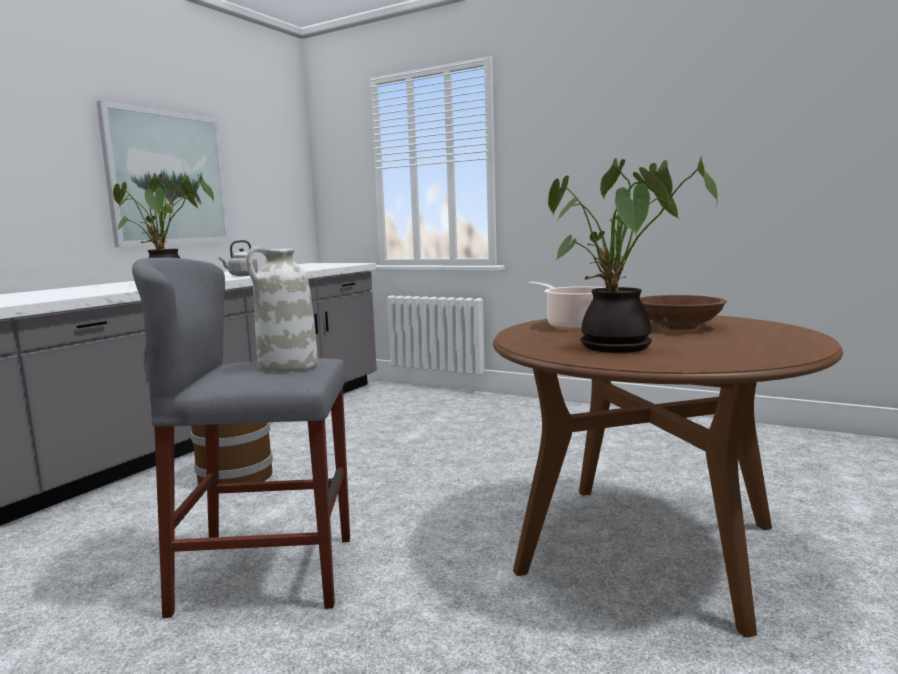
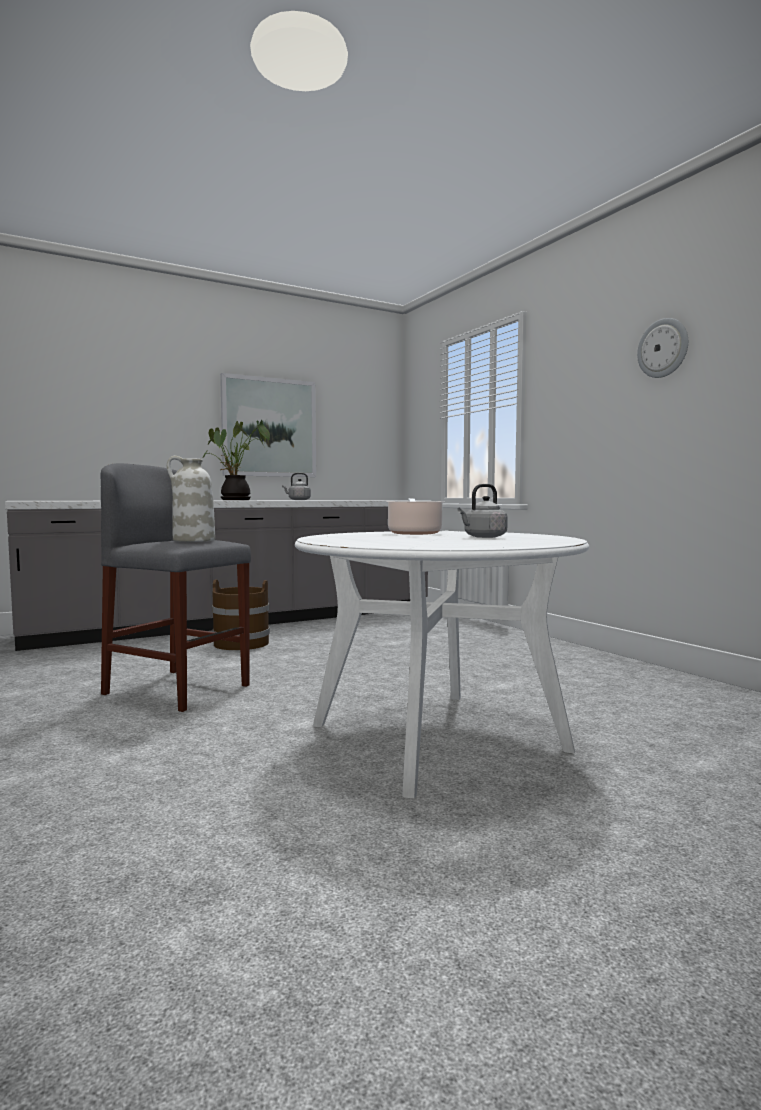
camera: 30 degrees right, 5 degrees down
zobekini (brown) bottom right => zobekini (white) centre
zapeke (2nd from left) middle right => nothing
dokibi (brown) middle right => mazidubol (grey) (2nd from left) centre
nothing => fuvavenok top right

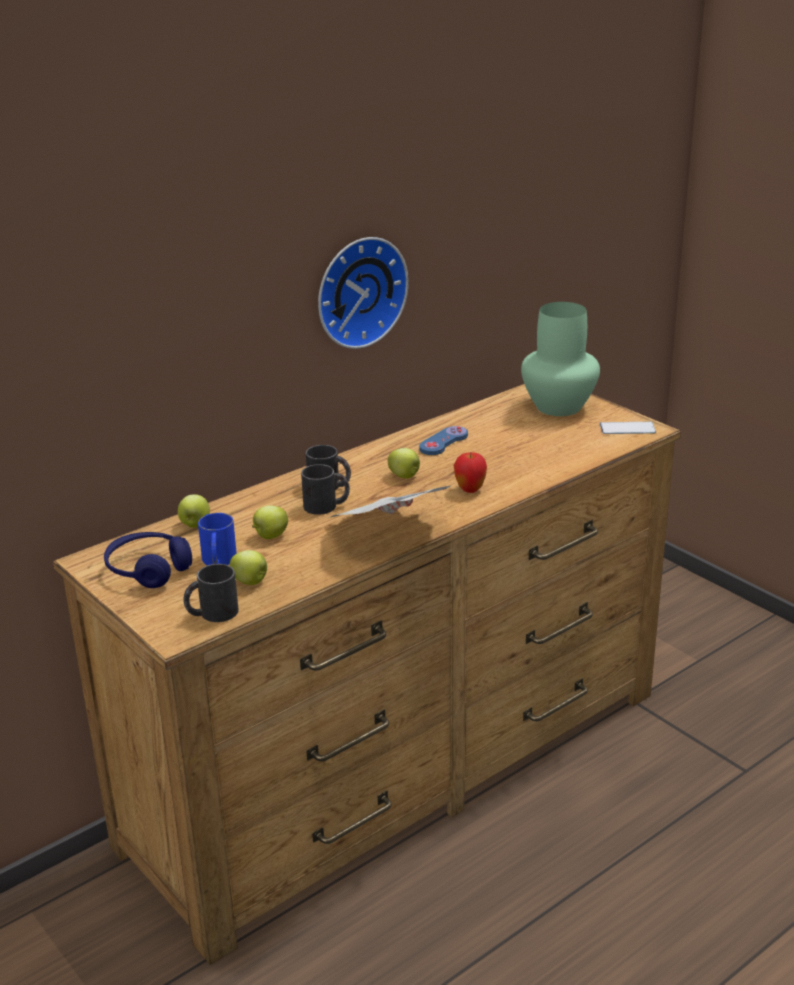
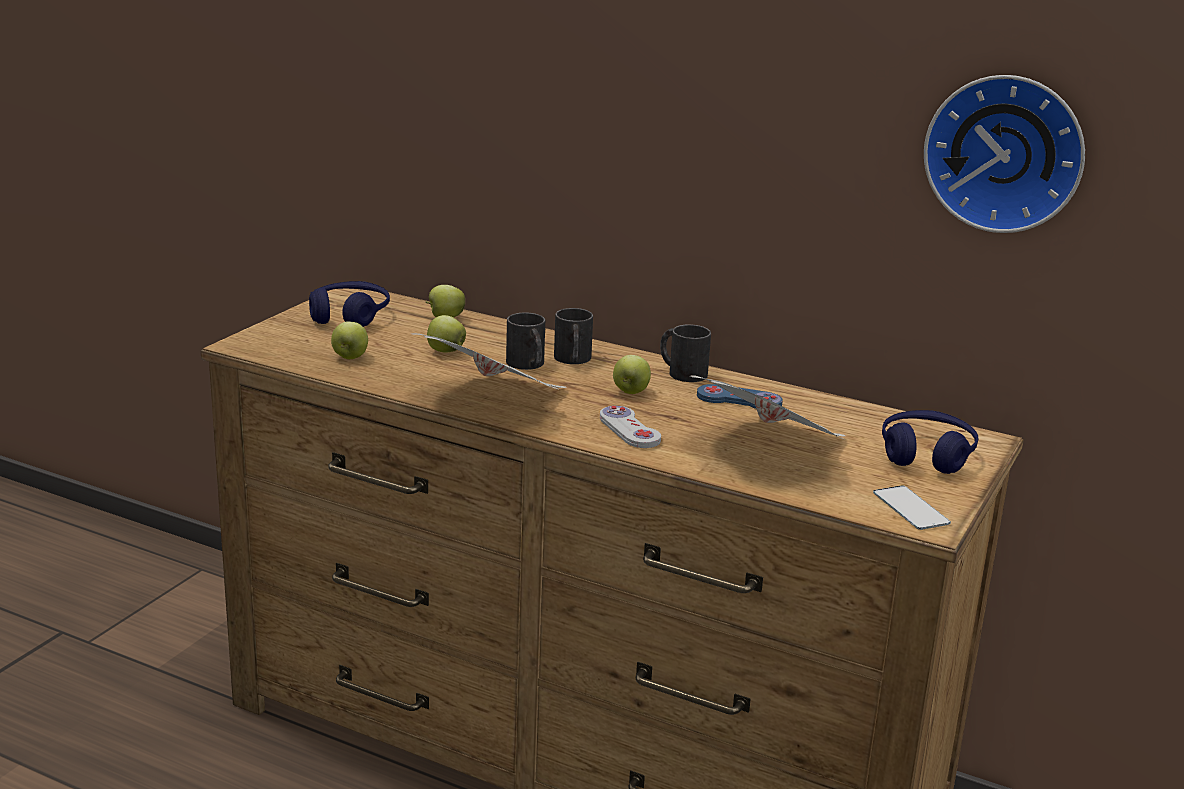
camera: 65 degrees right, 5 degrees down
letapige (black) (1st from left in the first image) middle left => letapige (black) (3rd from left) centre, moved
letapige (blue) middle left => nothing
fuvavenok top centre => fuvavenok top right, moved
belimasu (5th from left) centre => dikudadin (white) centre
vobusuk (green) middle right => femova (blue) (2nd from left) middle right
nothing => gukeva (2nd from left) centre

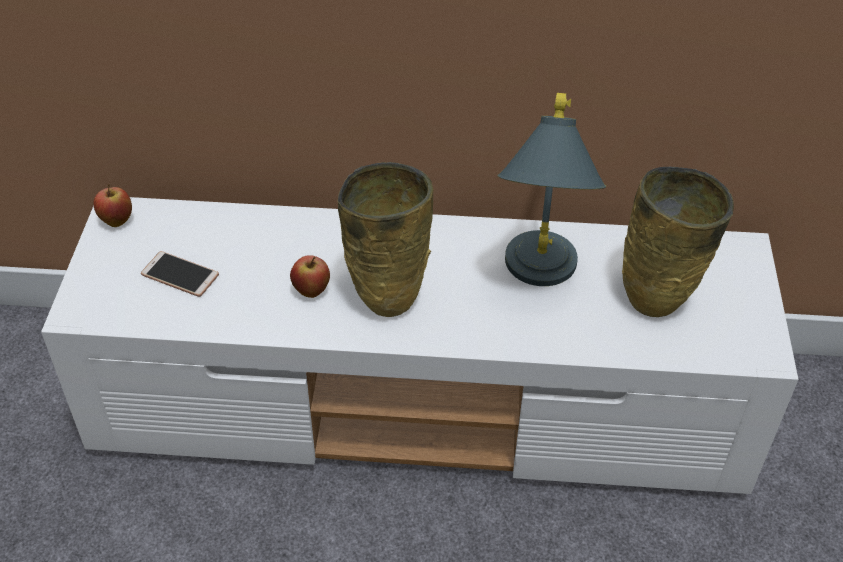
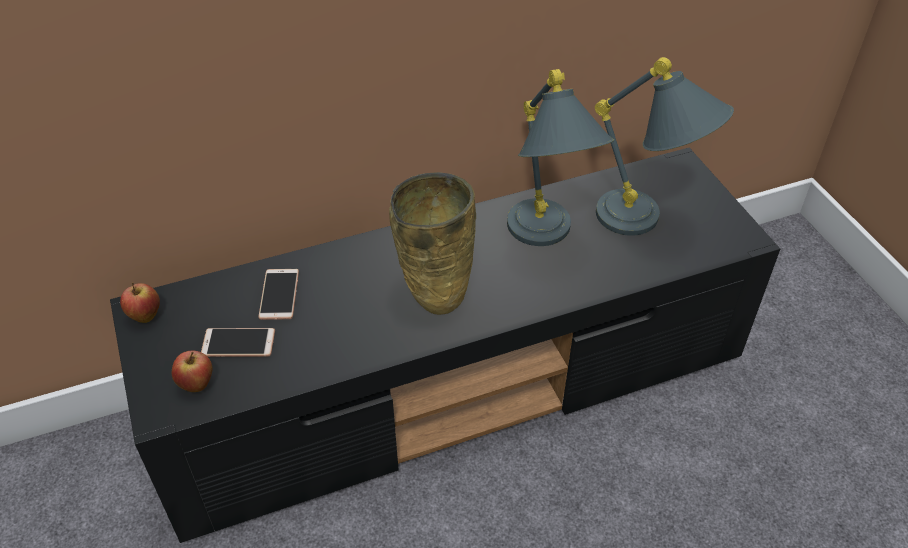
camera: 25 degrees left, 0 degrees up
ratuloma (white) centre => ratuloma (black) centre
belimasu (2nd from left) centre => belimasu (2nd from left) bottom left, moved
vobusuk (beige) (2nd from left) middle right => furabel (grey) (2nd from left) top right
nothing => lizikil (2nd from left) middle left

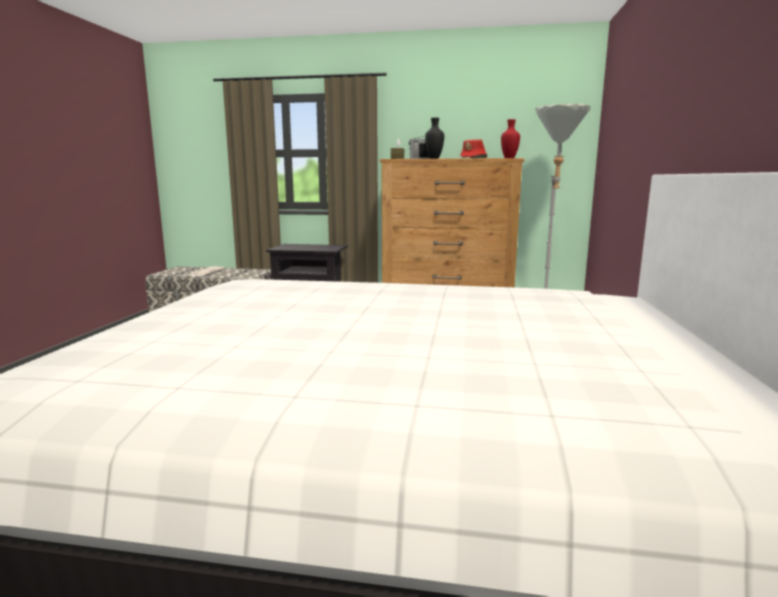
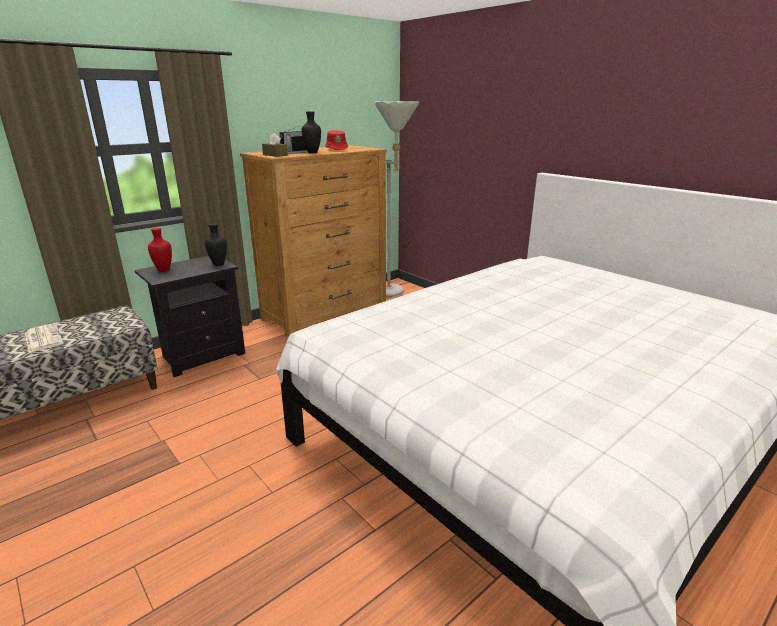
camera: 50 degrees left, 10 degrees up
vobusuk (red) top centre => vobusuk (red) middle left, moved
nothing => vobusuk (black) (1st from left) middle left

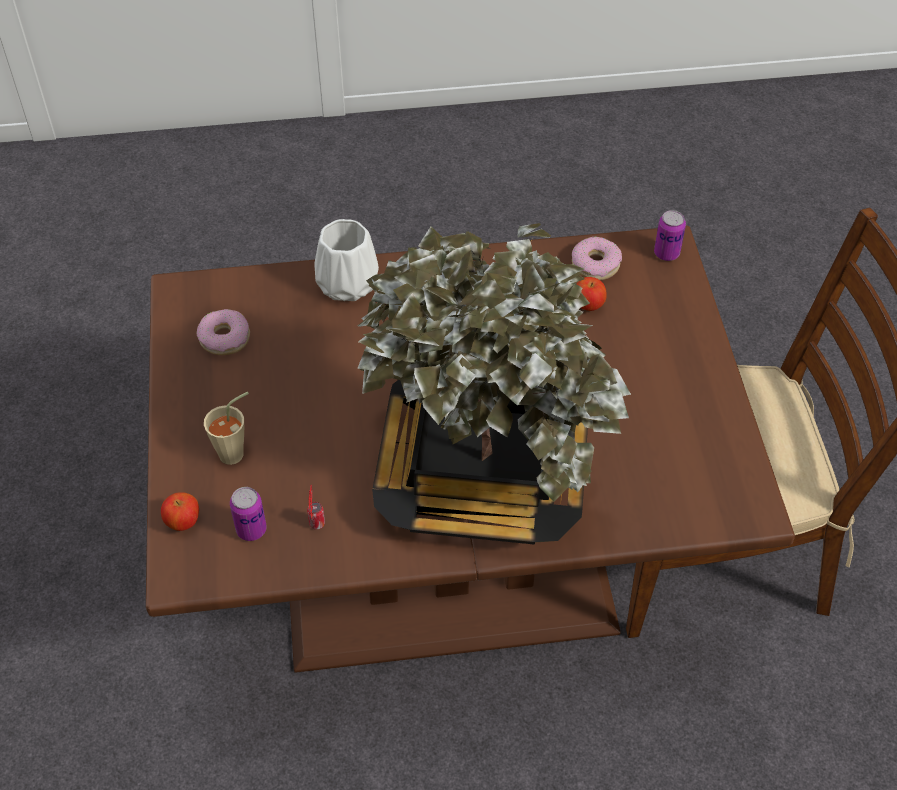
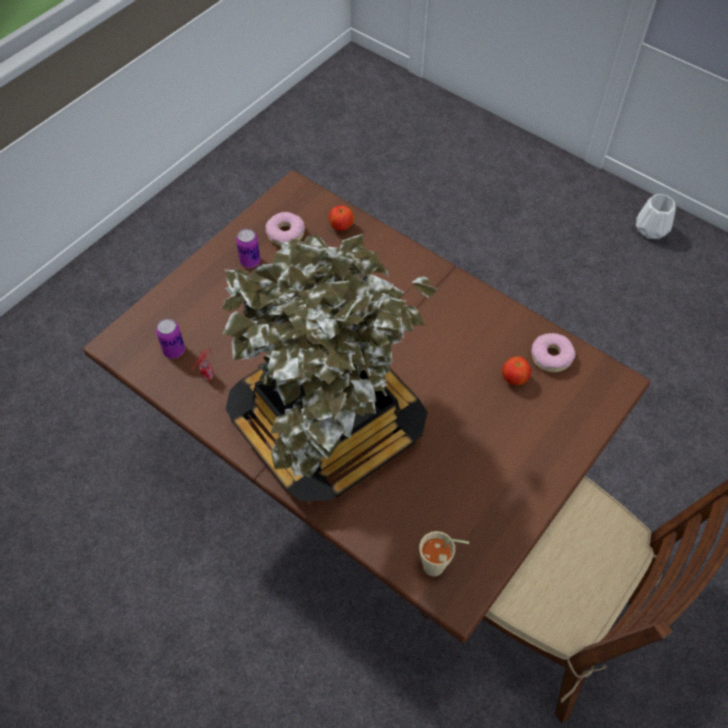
camera: 45 degrees right, 5 degrees up
belimasu (1st from left) middle left => belimasu (1st from left) top centre, moved
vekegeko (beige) middle left => vekegeko (beige) bottom centre, moved
vobusuk (white) top centre => vobusuk (white) top right, moved
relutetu (3rd from left) top right => relutetu (3rd from left) centre, moved

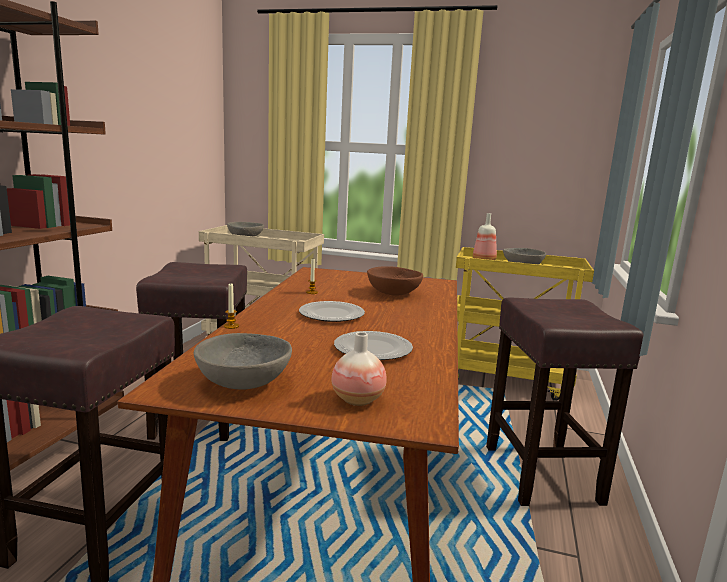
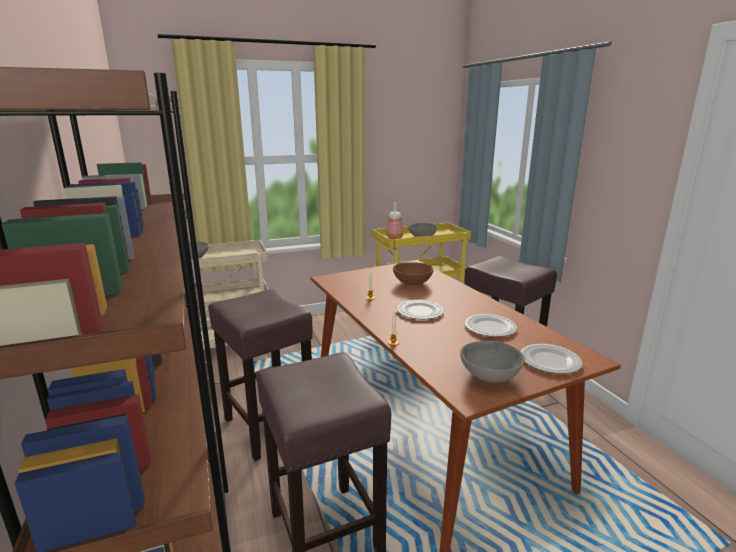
camera: 35 degrees left, 5 degrees up
vobusuk centre => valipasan (3rd from left) middle right

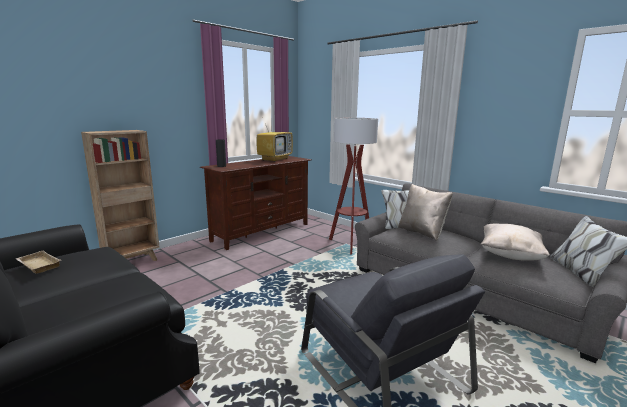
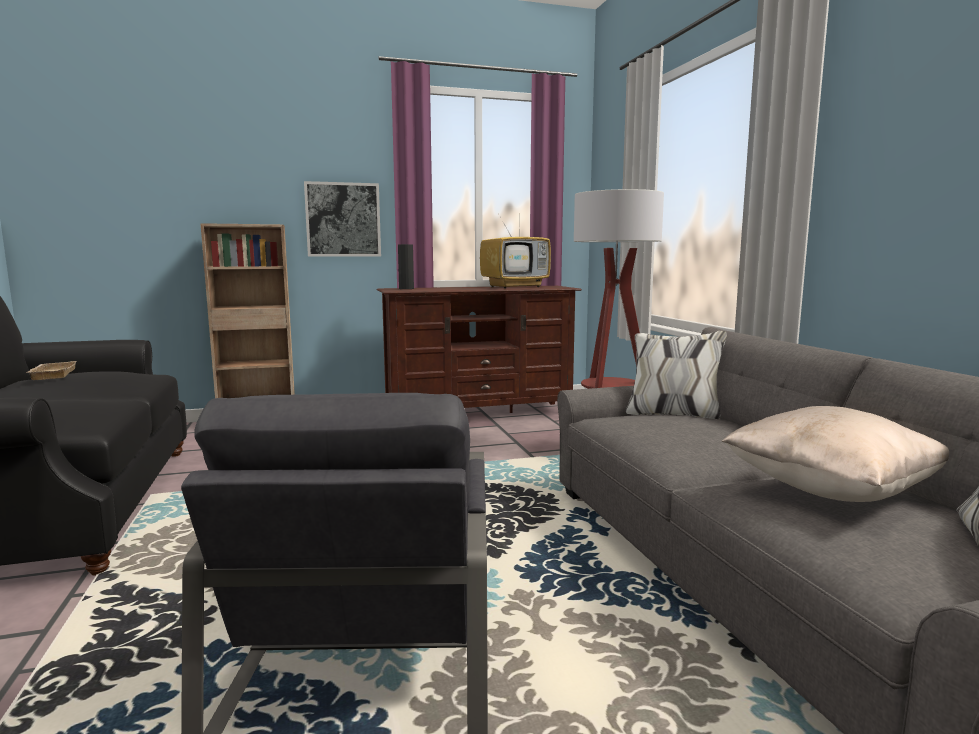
camera: 30 degrees right, 5 degrees down
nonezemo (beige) (1st from left) middle right => nothing
nothing => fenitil top centre

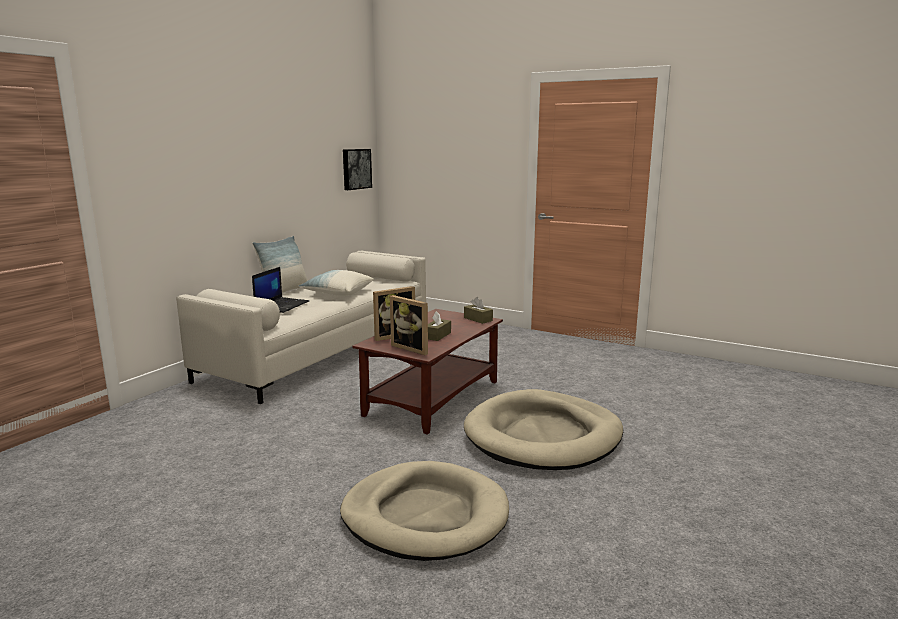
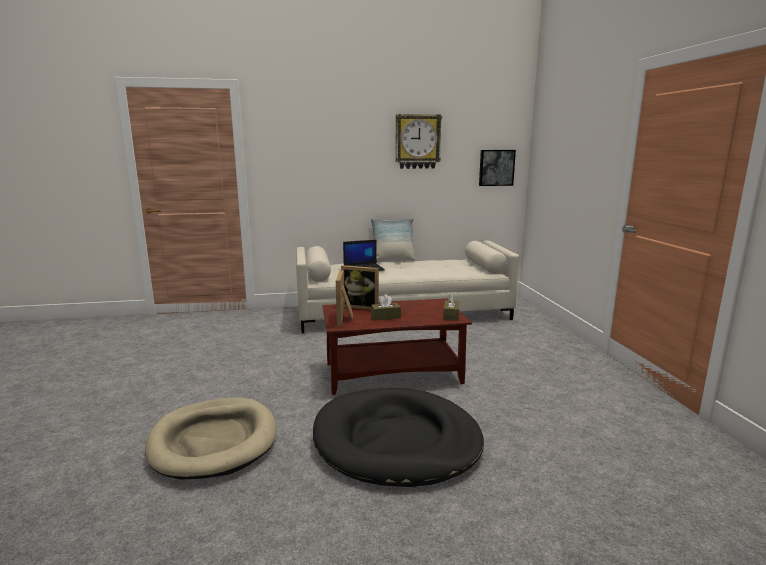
camera: 50 degrees right, 0 degrees up
nonezemo (2nd from left) centre => nothing
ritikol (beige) (2nd from left) bottom centre => ritikol (black) bottom centre
nothing => fuvavenok top centre

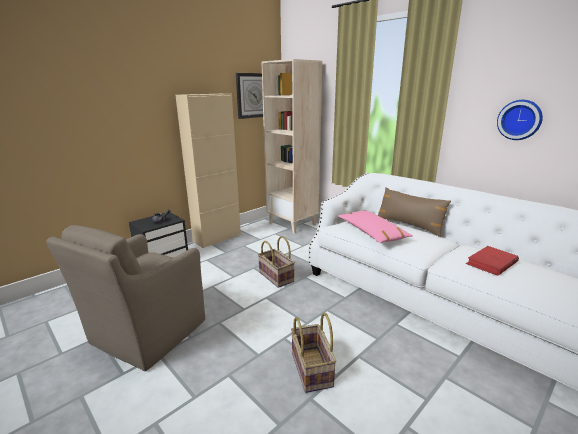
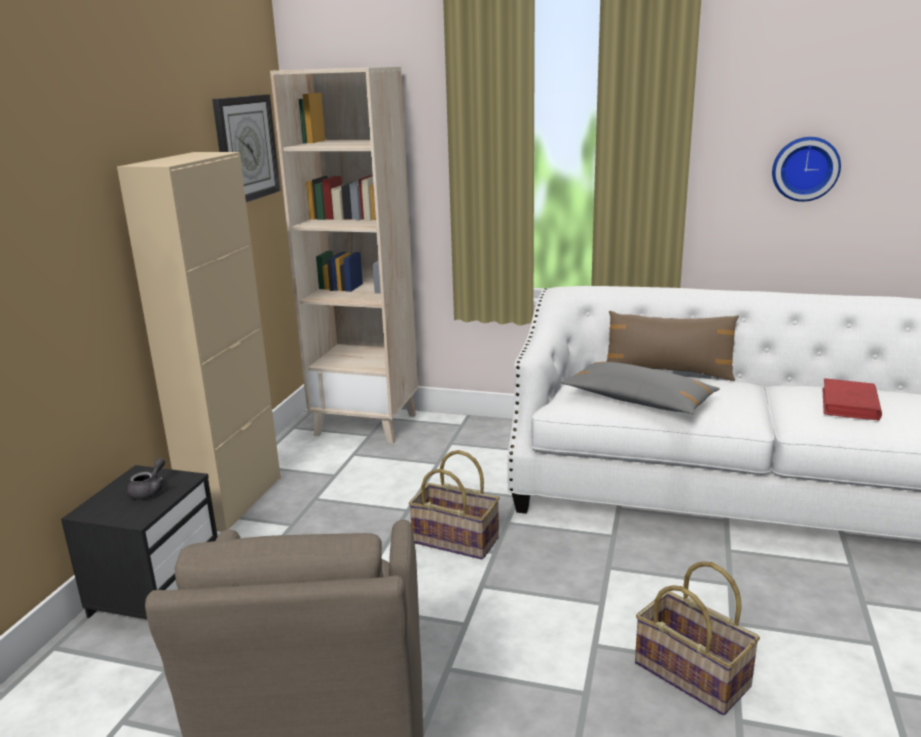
camera: 30 degrees left, 0 degrees up
nonezemo (pink) centre => nonezemo (grey) middle right

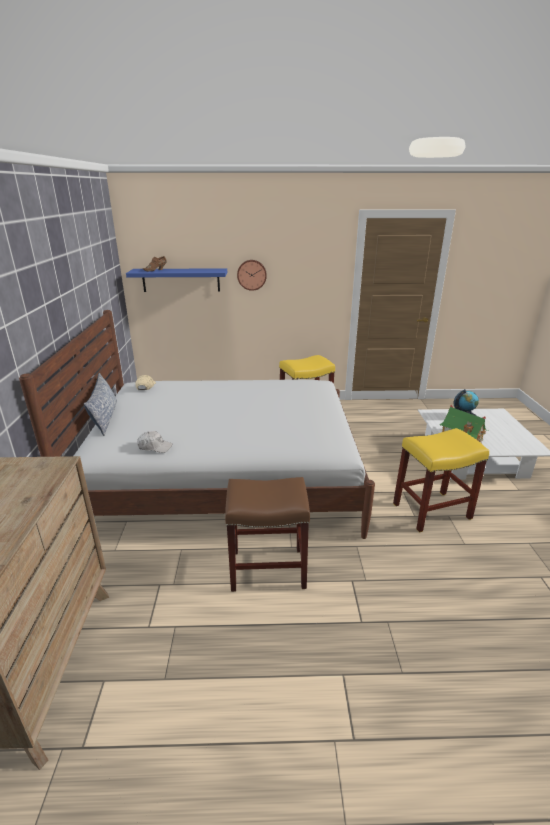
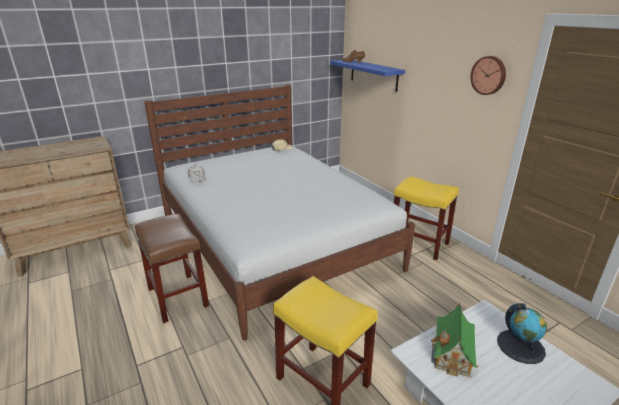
camera: 60 degrees right, 0 degrees up
nonezemo middle left => nothing
fuvavenok centre => fuvavenok top right, moved

